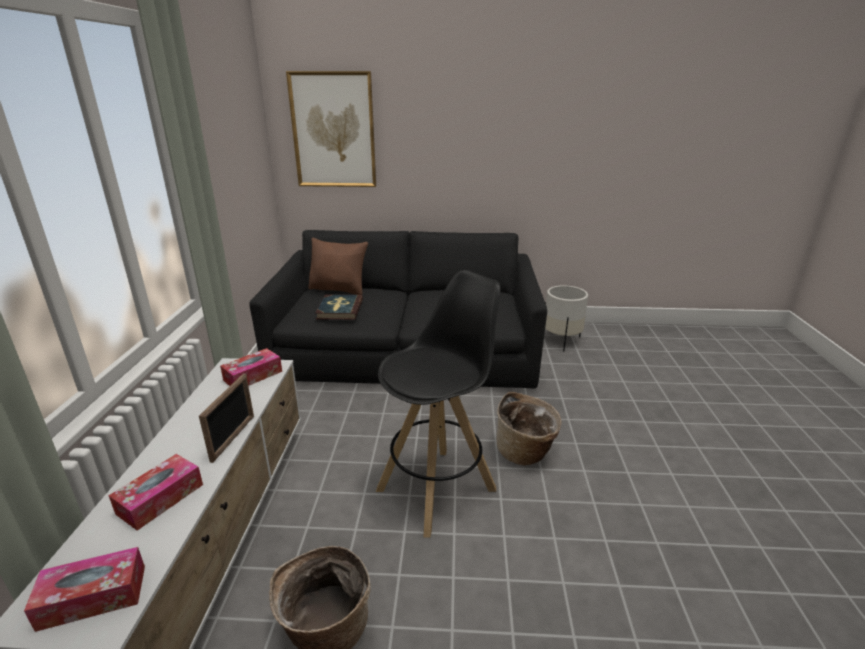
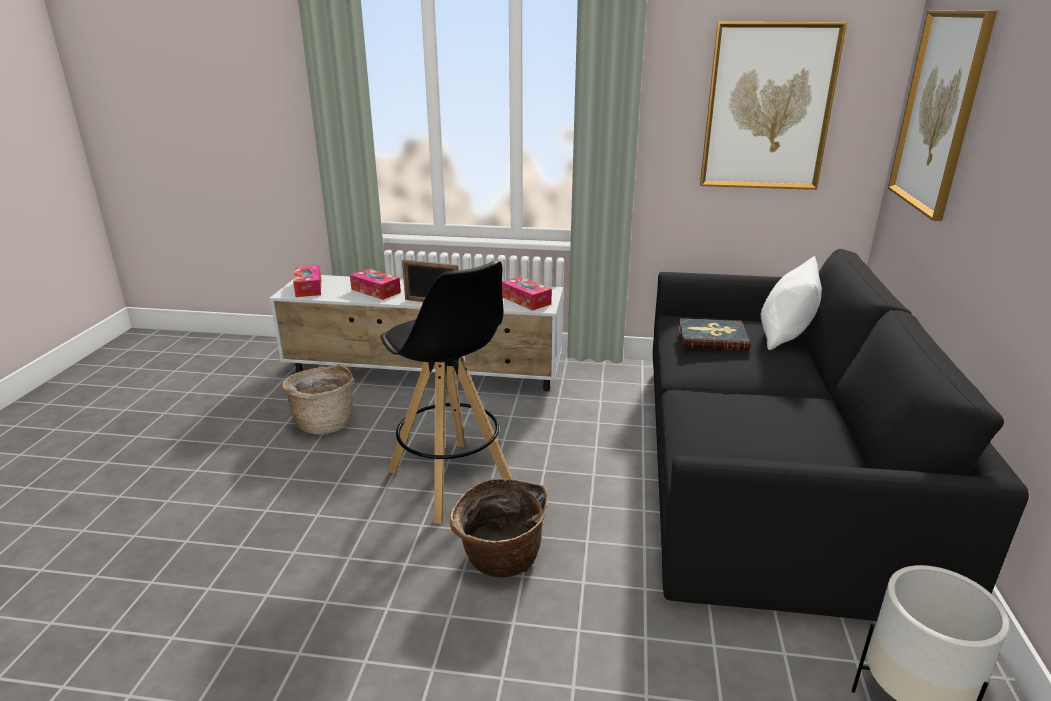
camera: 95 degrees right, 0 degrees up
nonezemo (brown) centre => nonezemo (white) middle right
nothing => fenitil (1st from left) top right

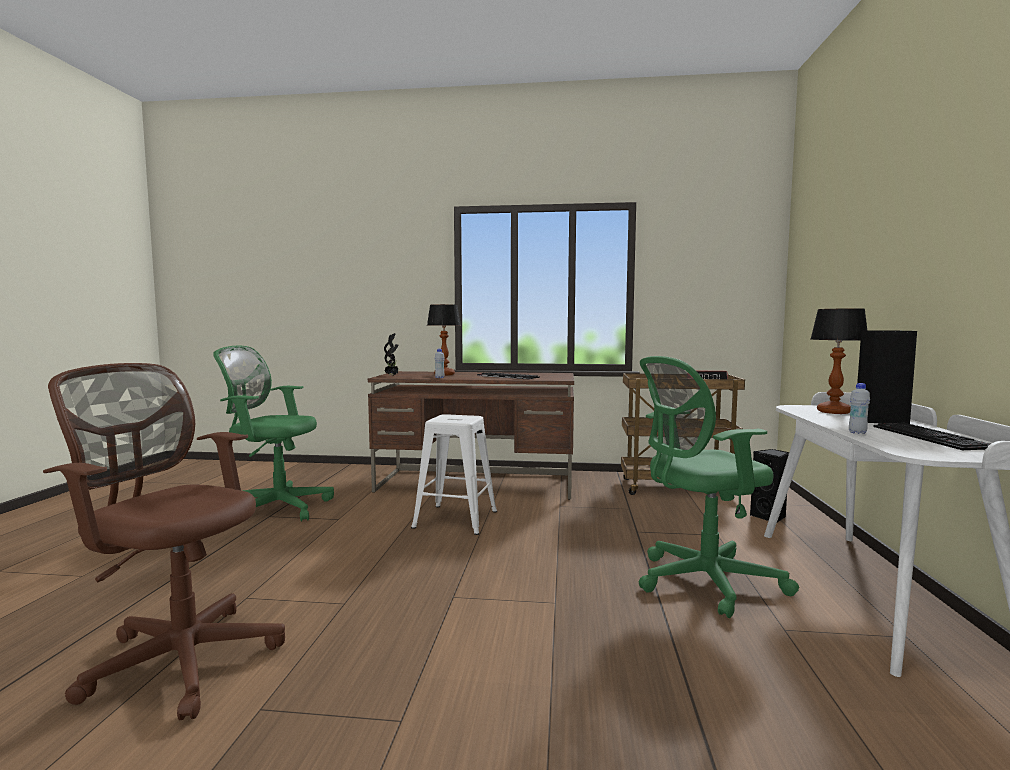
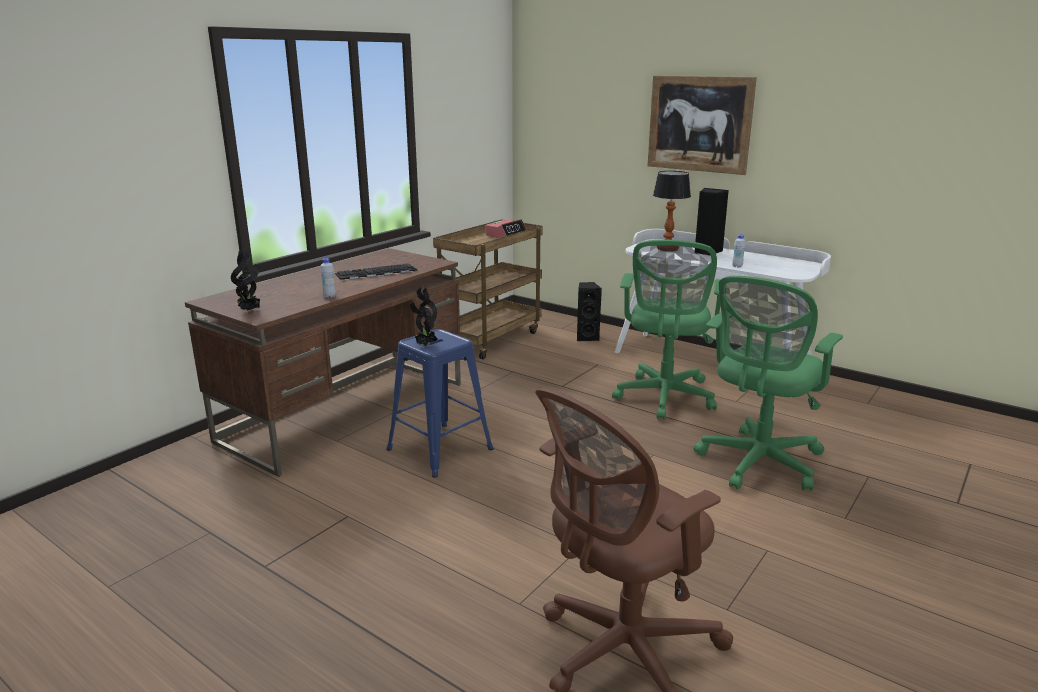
camera: 60 degrees left, 15 degrees up
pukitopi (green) (1st from left in the first image) middle left => pukitopi (green) (2nd from left) middle right, moved
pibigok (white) centre => pibigok (blue) centre
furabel (1st from left) centre => nothing
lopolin (2nd from left) middle right => nothing
nothing => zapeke (2nd from left) centre
nothing => fenitil top right

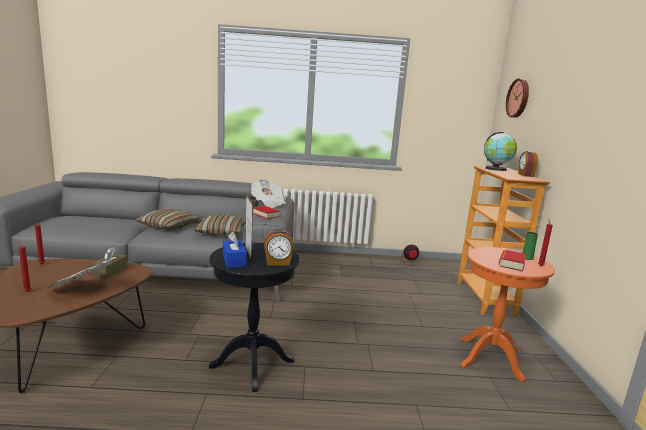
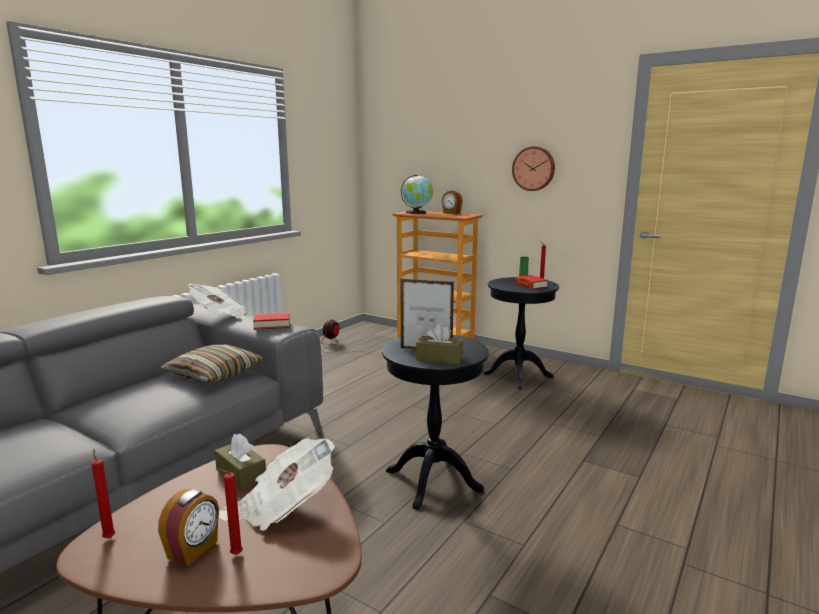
camera: 55 degrees left, 0 degrees up
nonezemo (1st from left) middle left => nothing
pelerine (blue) centre => pelerine (brown) (2nd from left) centre
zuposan (1st from left) centre => zuposan (1st from left) bottom left, moved
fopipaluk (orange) bottom right => fopipaluk (black) (2nd from left) centre
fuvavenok top right => fuvavenok top centre, moved

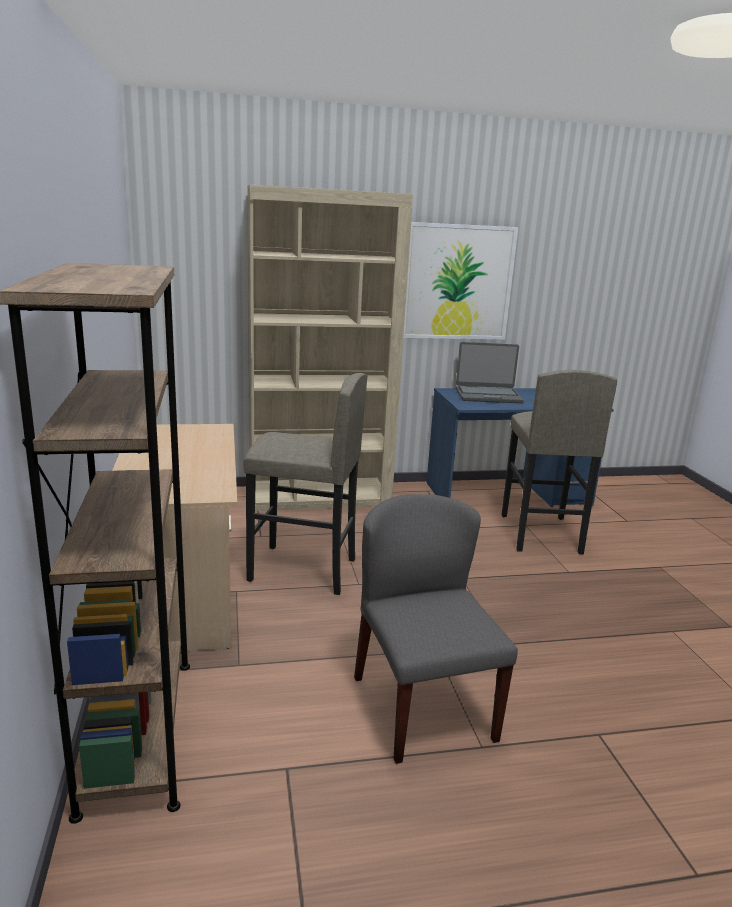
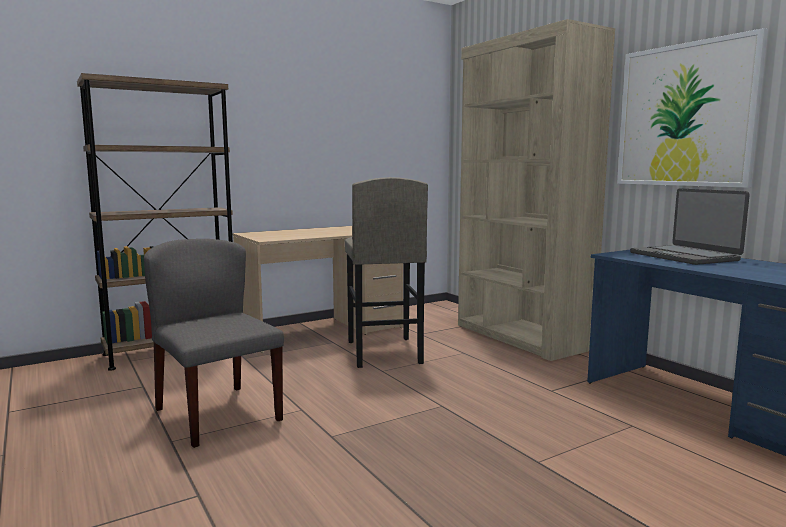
camera: 70 degrees right, 10 degrees down
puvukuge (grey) bottom centre => puvukuge (grey) middle left, 90 degrees counterclockwise
pibigok (grey) (2nd from left) middle right => nothing

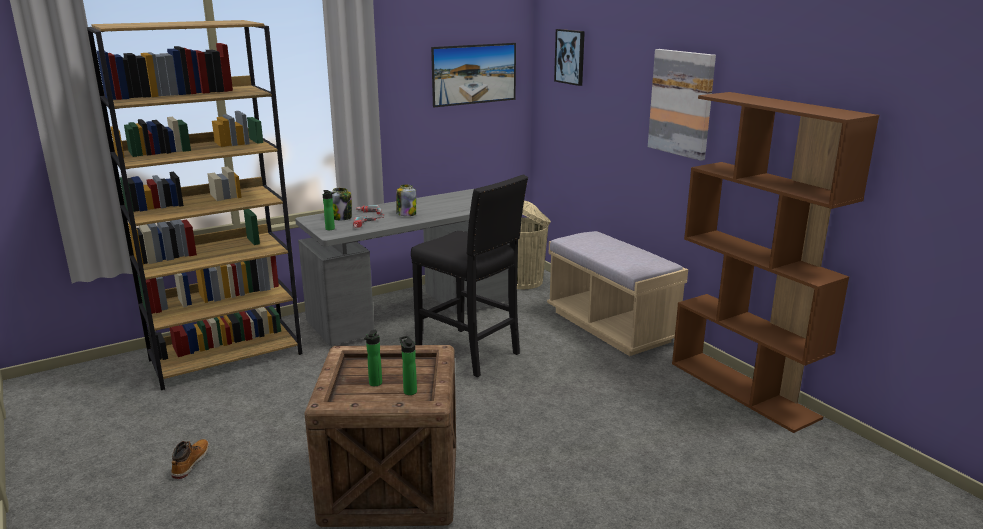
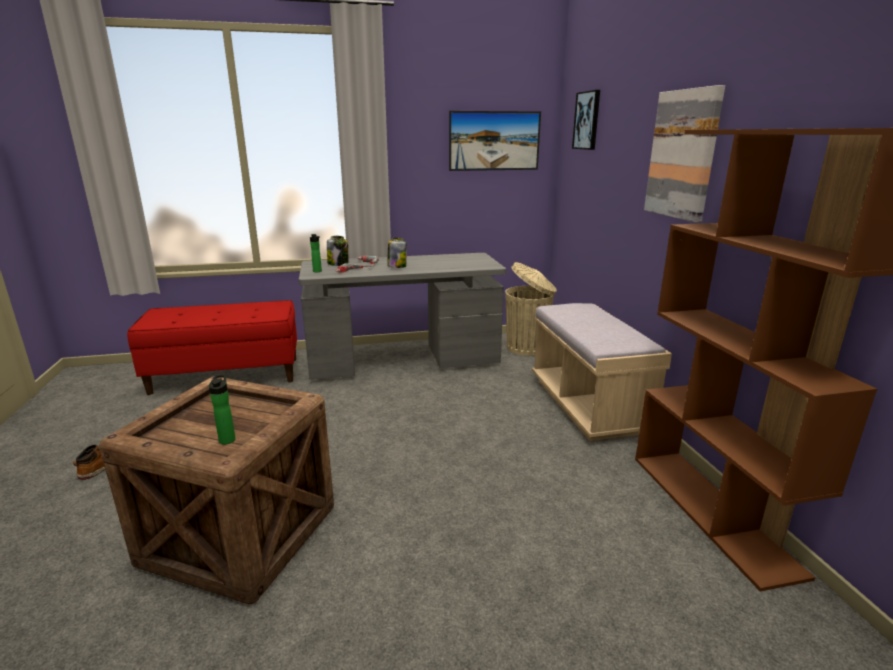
camera: 20 degrees right, 0 degrees up
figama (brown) (1st from left) middle left => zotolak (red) middle left
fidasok (2nd from left) bottom centre => nothing
pibigok (black) centre => nothing

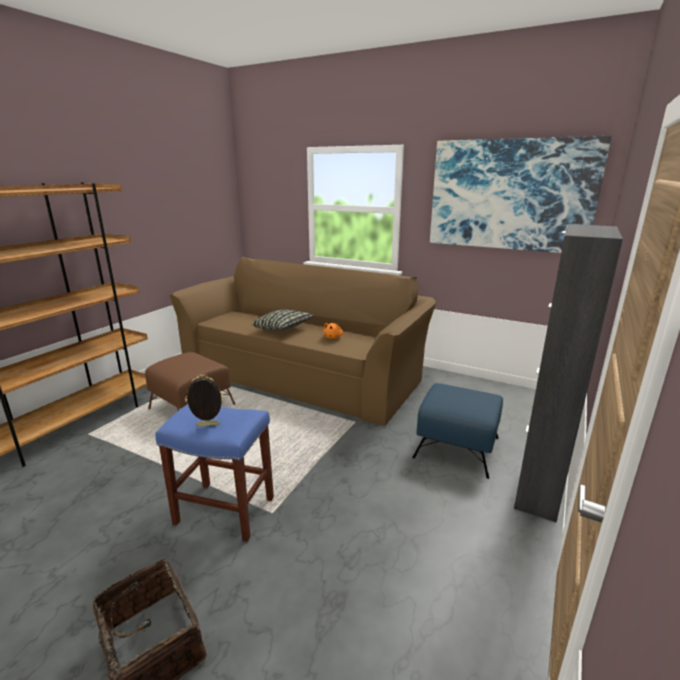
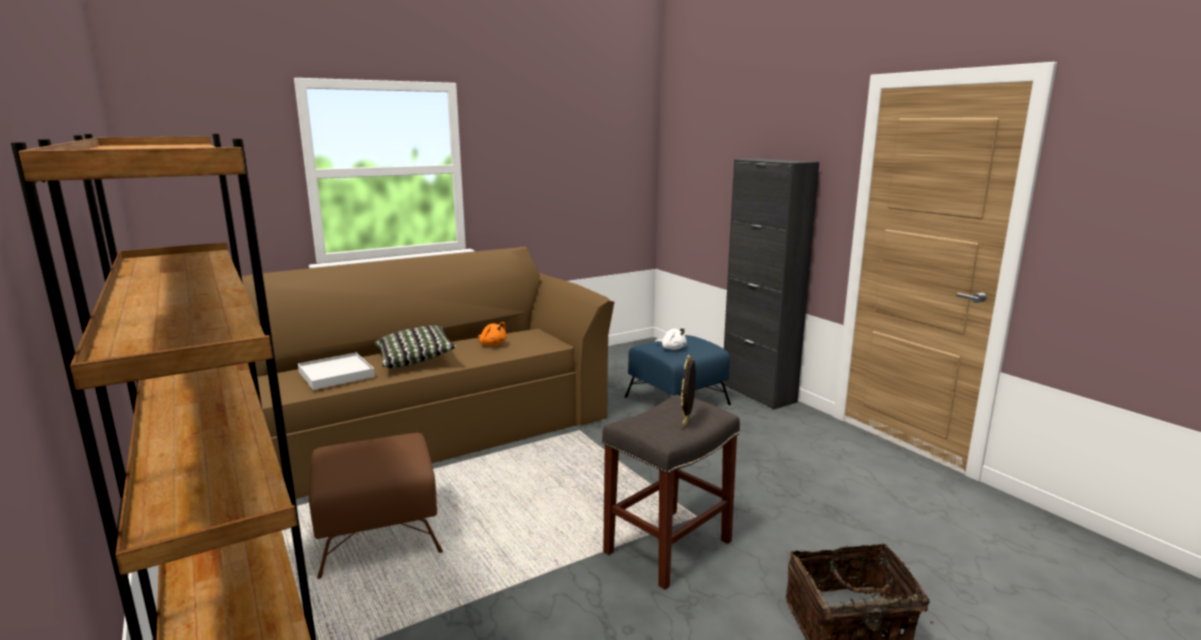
camera: 60 degrees left, 5 degrees down
pibigok (blue) bottom left => pibigok (grey) bottom centre
fenitil top right => nothing
nothing => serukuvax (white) middle left
nothing => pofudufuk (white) centre

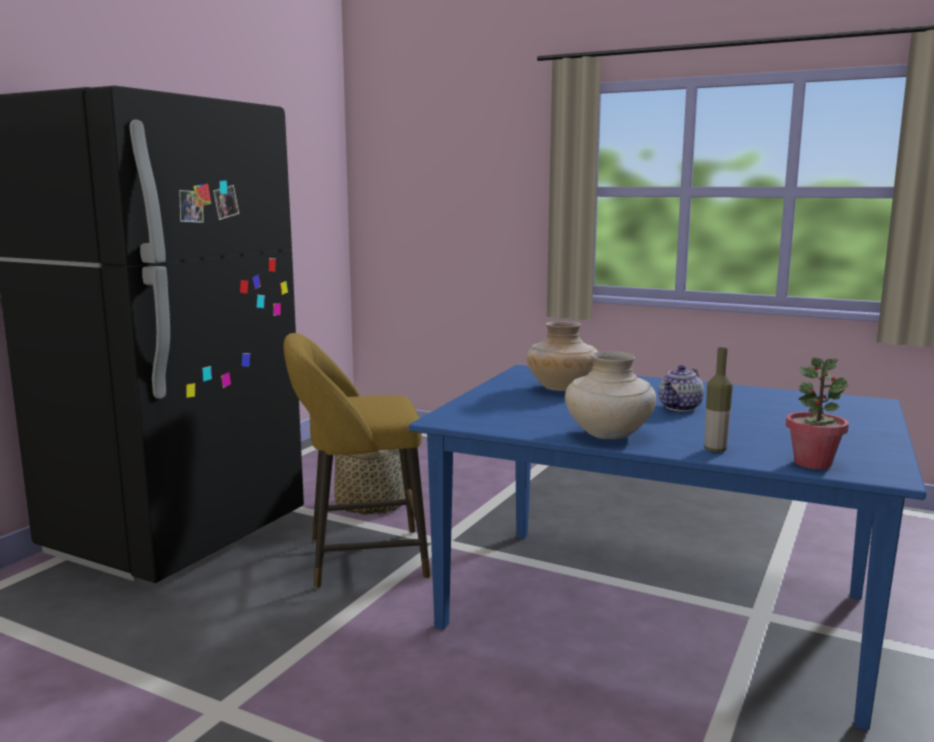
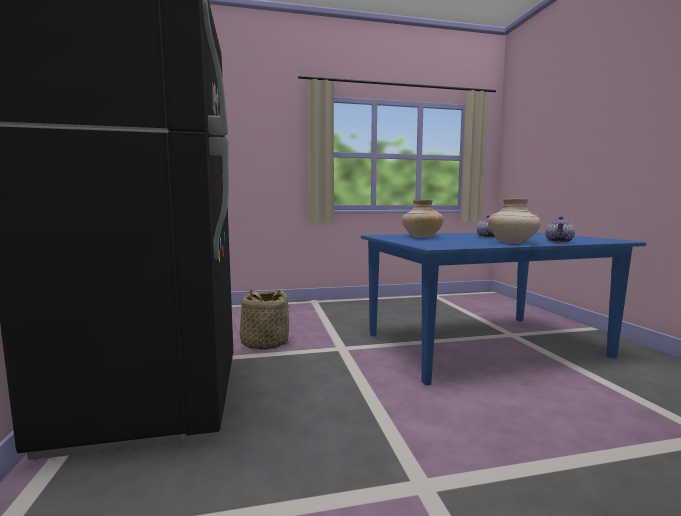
camera: 40 degrees left, 5 degrees down
pibigok (yellow) centre => nothing
fidasok middle right => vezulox (2nd from left) middle right
zapeke middle right => nothing

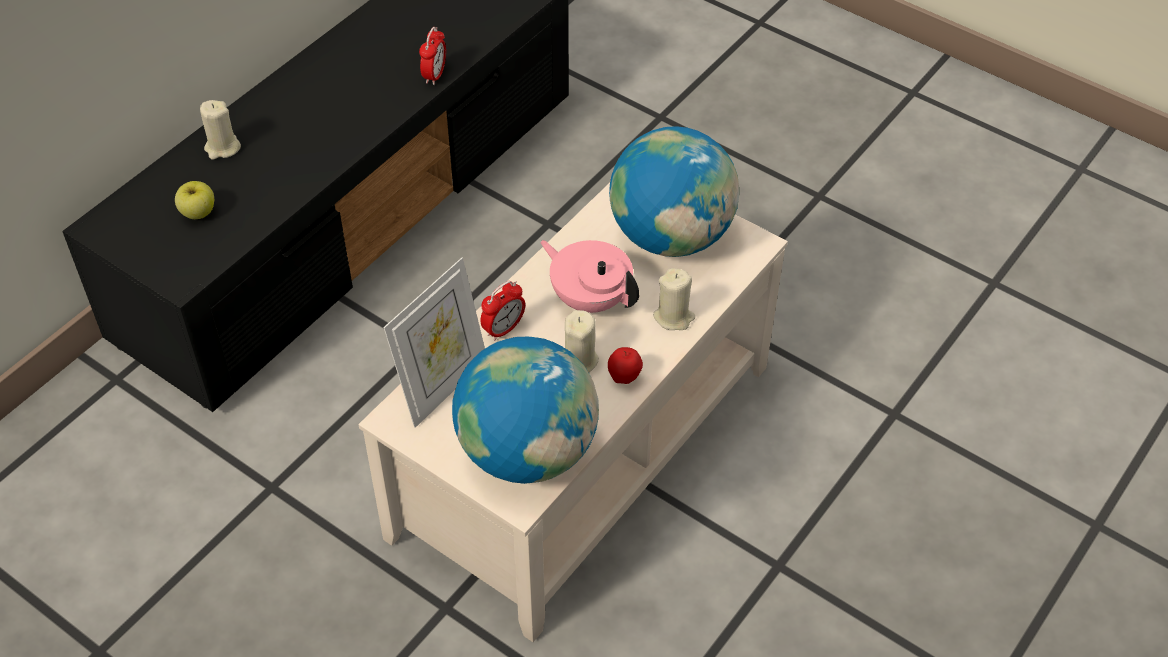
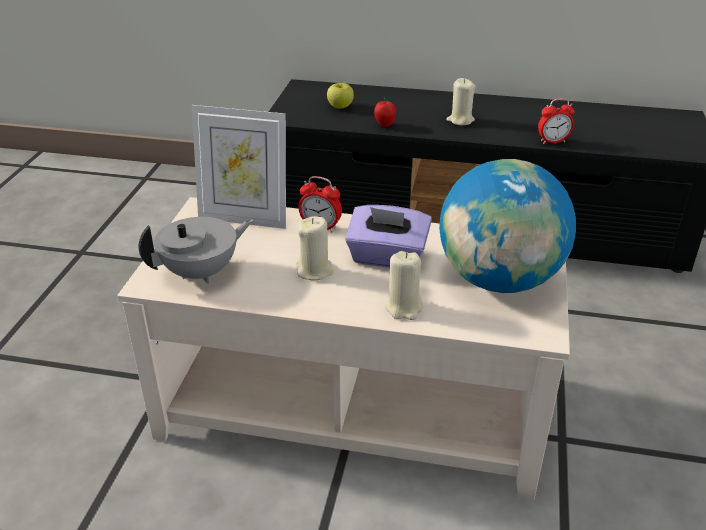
camera: 65 degrees right, 15 degrees down
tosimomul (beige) (1st from left in the first image) top left => tosimomul (beige) (3rd from left) top centre, moved
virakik (1st from left) centre => vezulox (grey) middle left
vezulox (pink) centre => pelerine (purple) centre
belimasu (2nd from left) centre => belimasu (2nd from left) top centre, moved

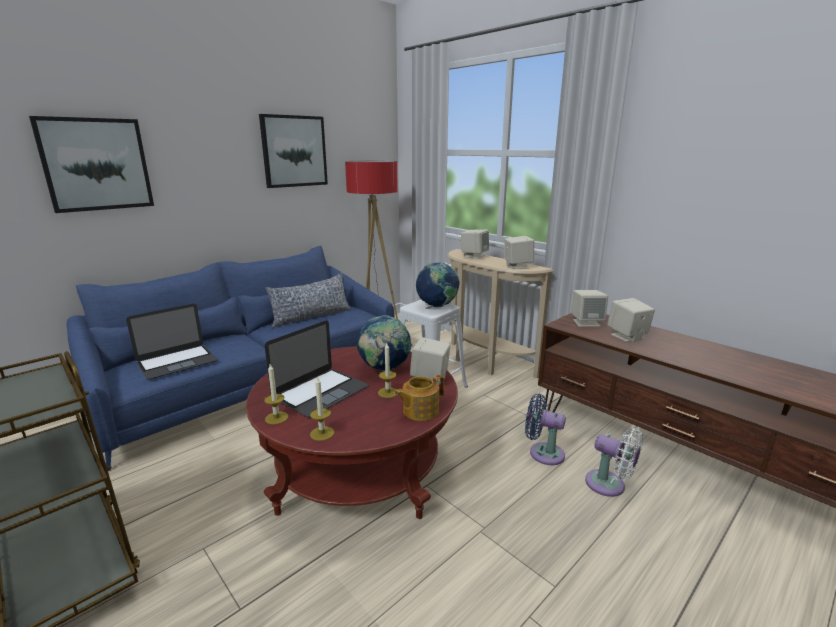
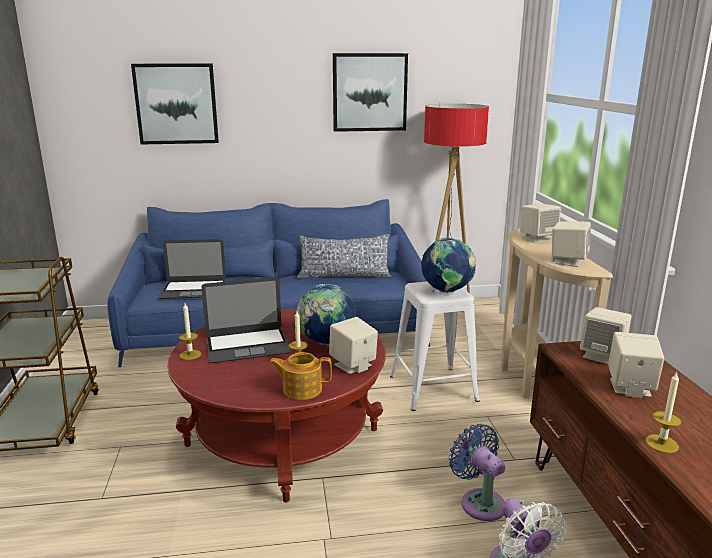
camera: 35 degrees right, 0 degrees up
tosimomul (2nd from left in the first image) centre => tosimomul (3rd from left) bottom right, moved

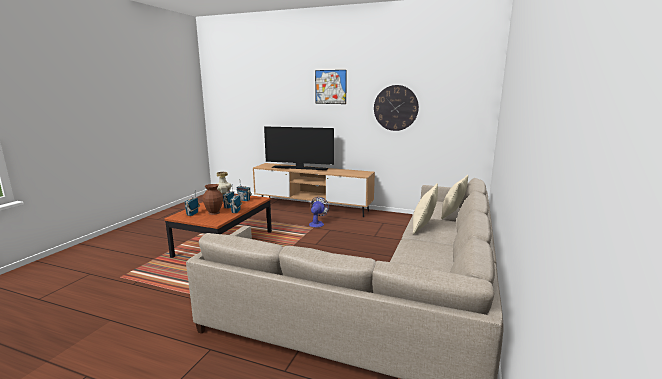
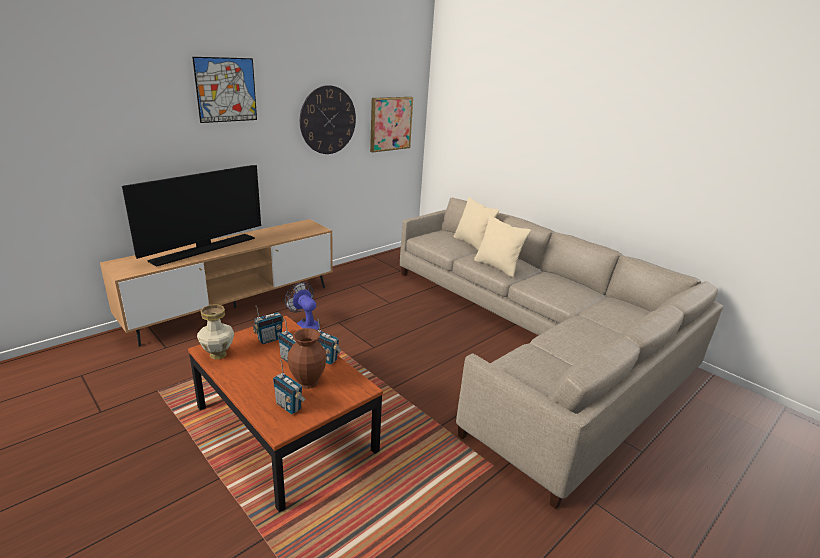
camera: 65 degrees left, 10 degrees up
nothing => fenitil (2nd from left) top centre

